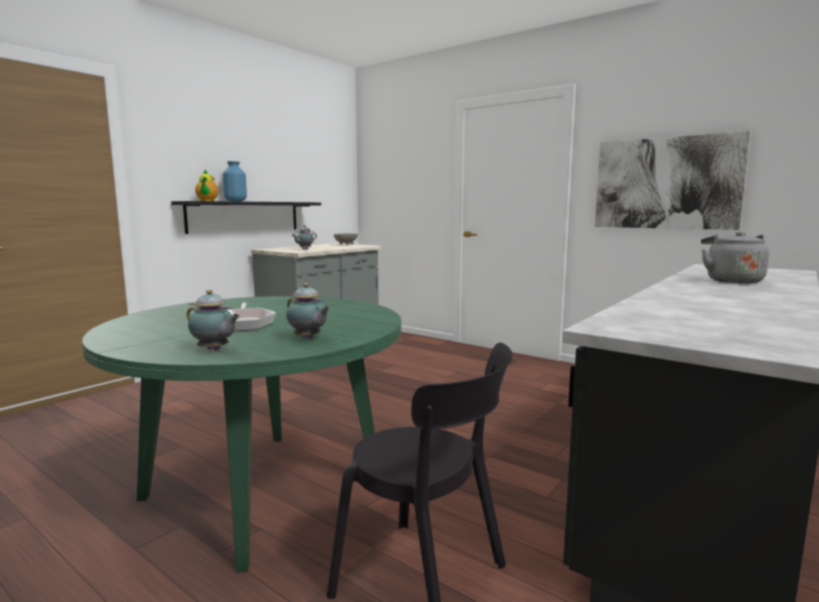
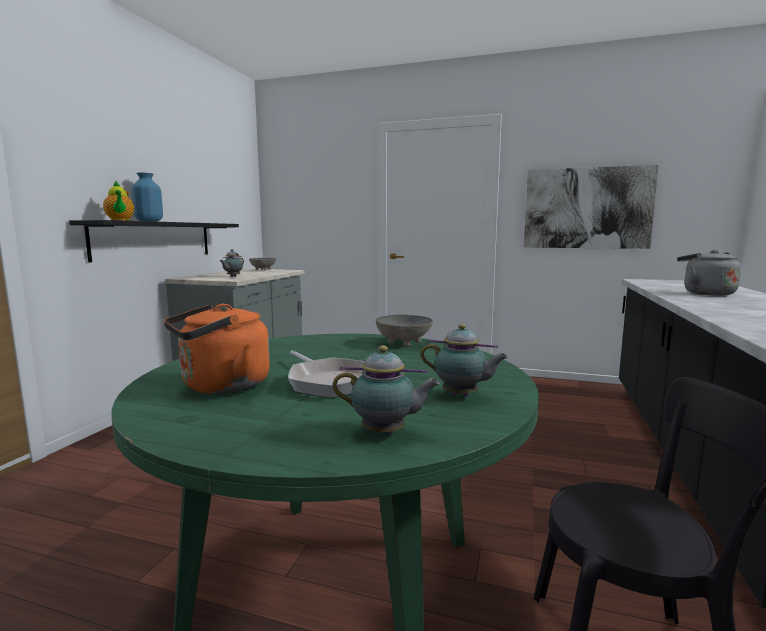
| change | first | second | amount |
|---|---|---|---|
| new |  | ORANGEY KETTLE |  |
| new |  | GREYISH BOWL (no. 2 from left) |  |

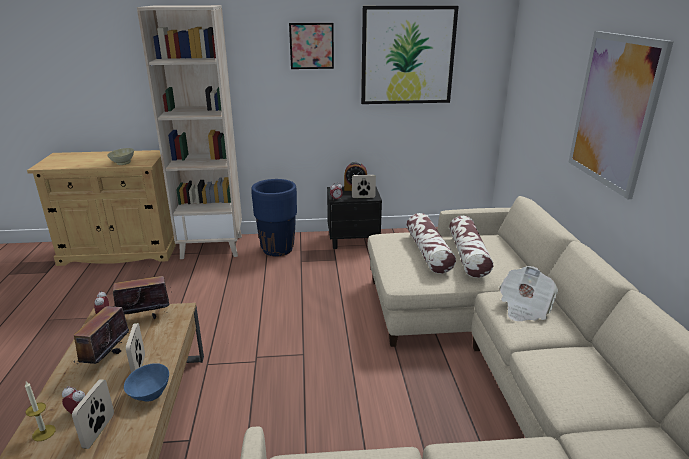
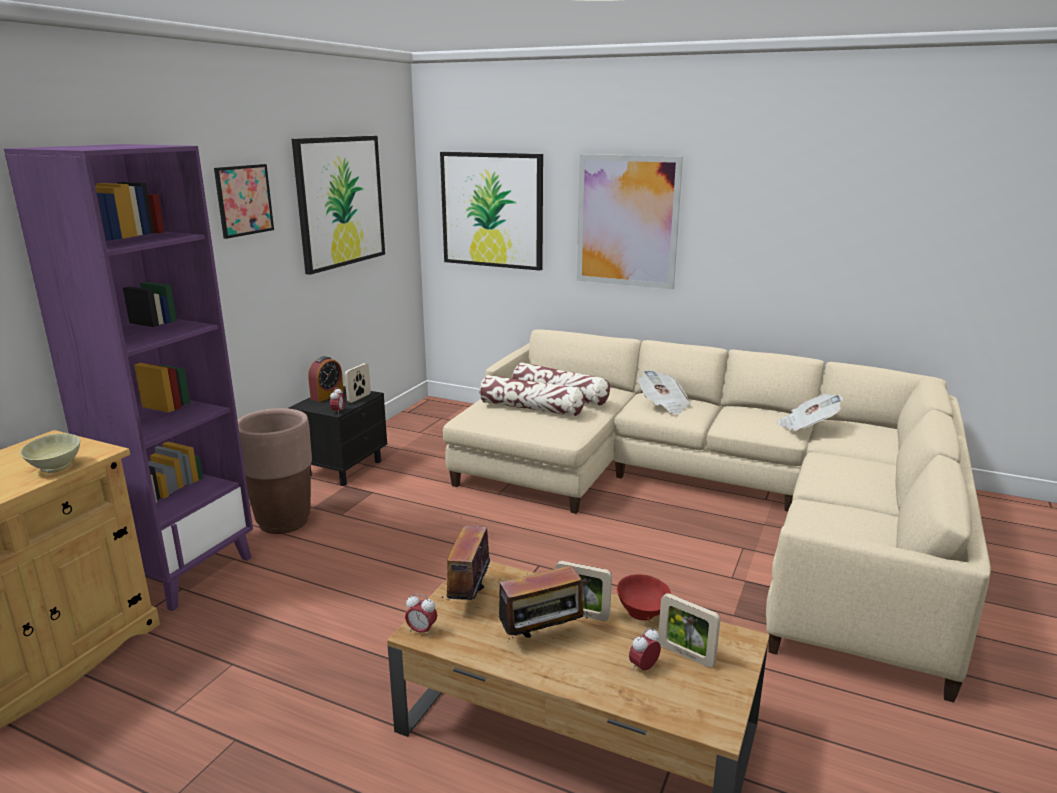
| change | first | second | amount |
|---|---|---|---|
| gone | WAX CANDLE |  |  |
| new |  | WALL PICTURE (no. 3 from left) |  |
| new |  | NEWSPAPER (no. 2 from left) |  |
| repainted | BLUE-COLOURED BOWL | RED BOWL |  |
| repainted | BEIGE-COLOURED BOOKSHELF | PURPLE BOOKSHELF |  |
| repainted | BLUE-COLOURED PLANTER | BROWNISH PLANTER |  |
| rotated | RADIO (no. 1 from left in the first image) | RADIO (no. 2 from left) | 60 degrees counterclockwise |

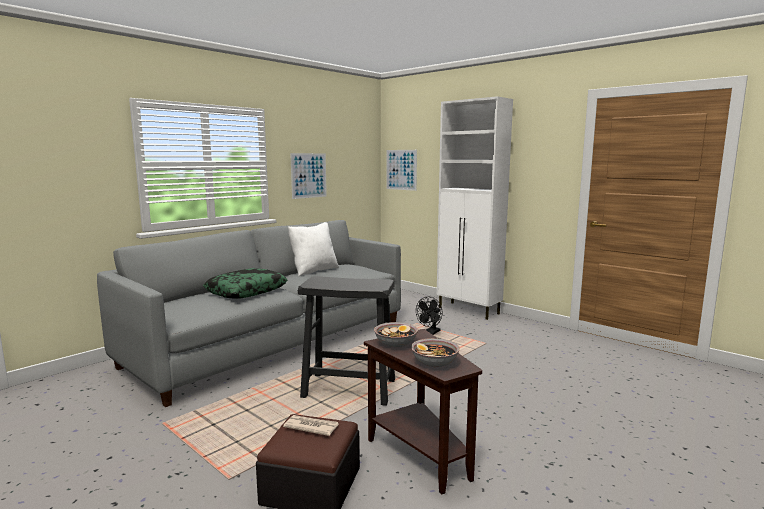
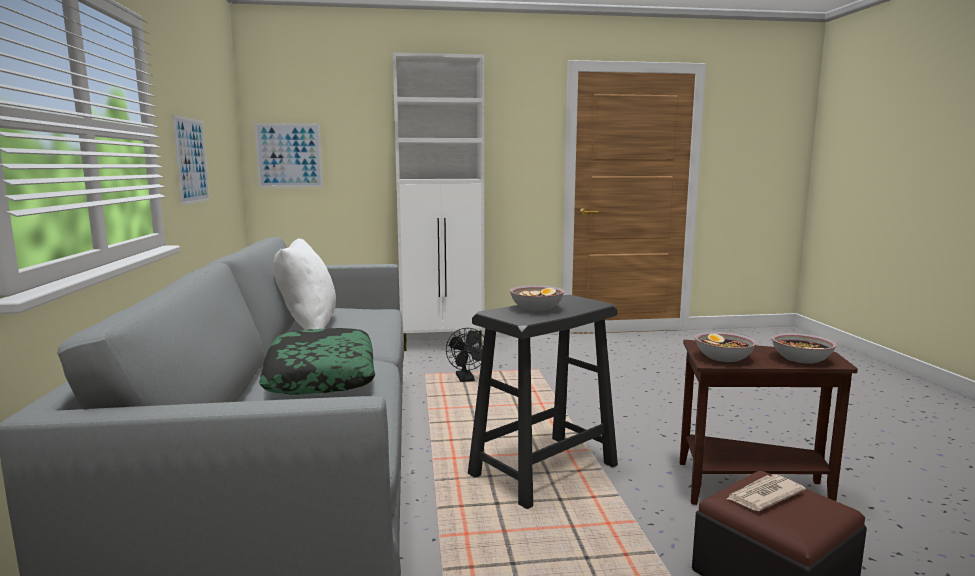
| change | first | second | amount |
|---|---|---|---|
| new |  | BOWL (no. 1 from left) |  |

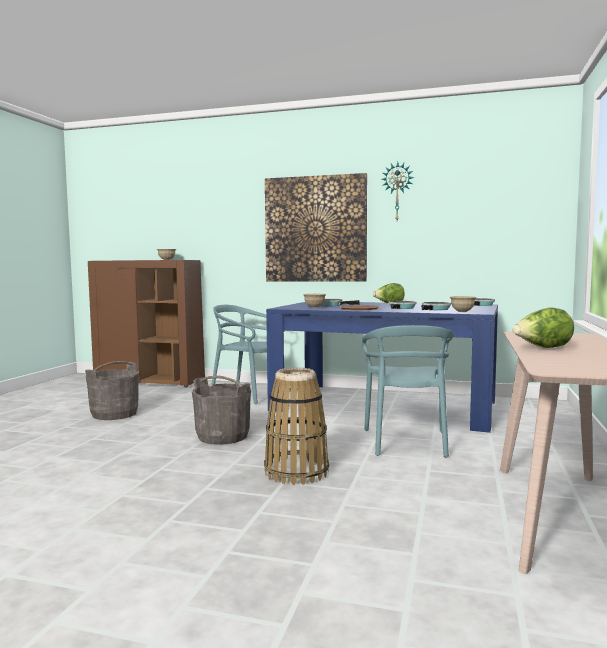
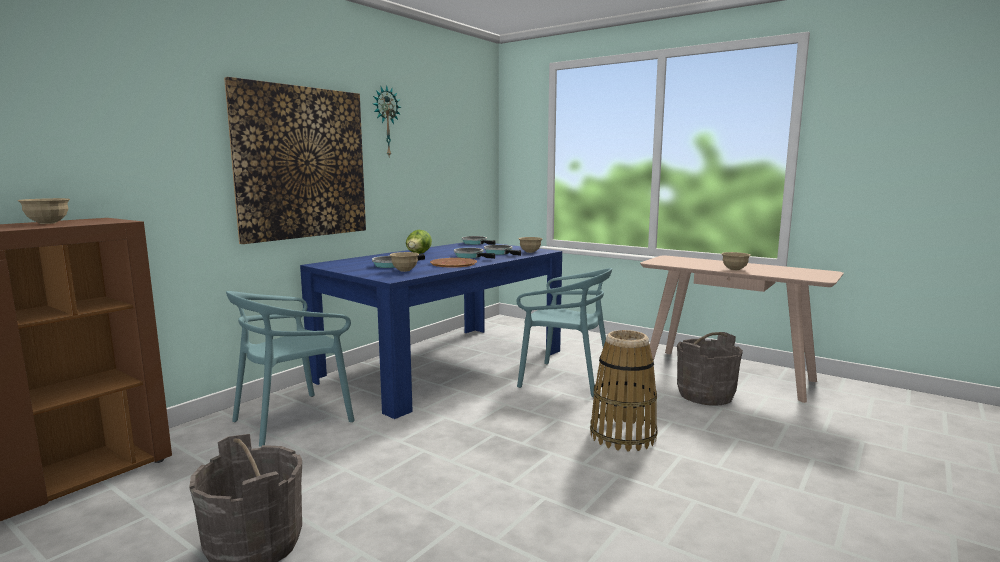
| change | first | second | amount |
|---|---|---|---|
| shifted | GREYISH WATER BUCKET (no. 2 from left) |  |  |
| swapped | LETTUCE (no. 2 from left) | BEIGE-COLOURED BOWL (no. 4 from left) |  |

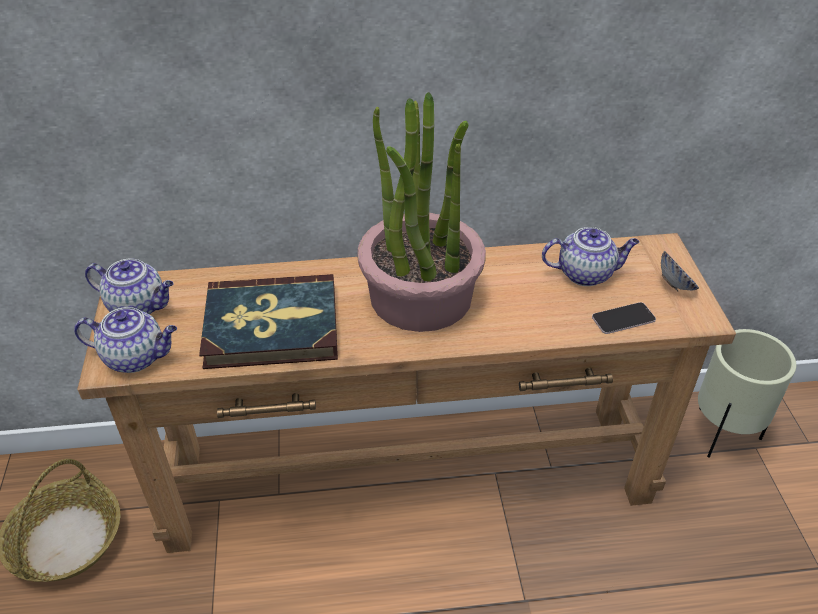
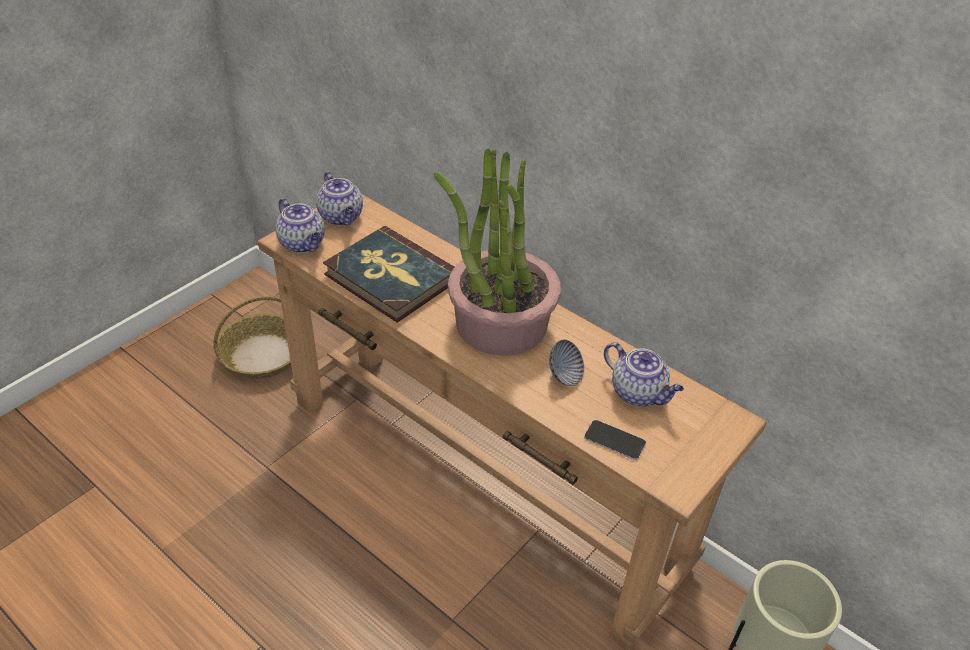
| change | first | second | amount |
|---|---|---|---|
| shifted | BOWL |  |  |

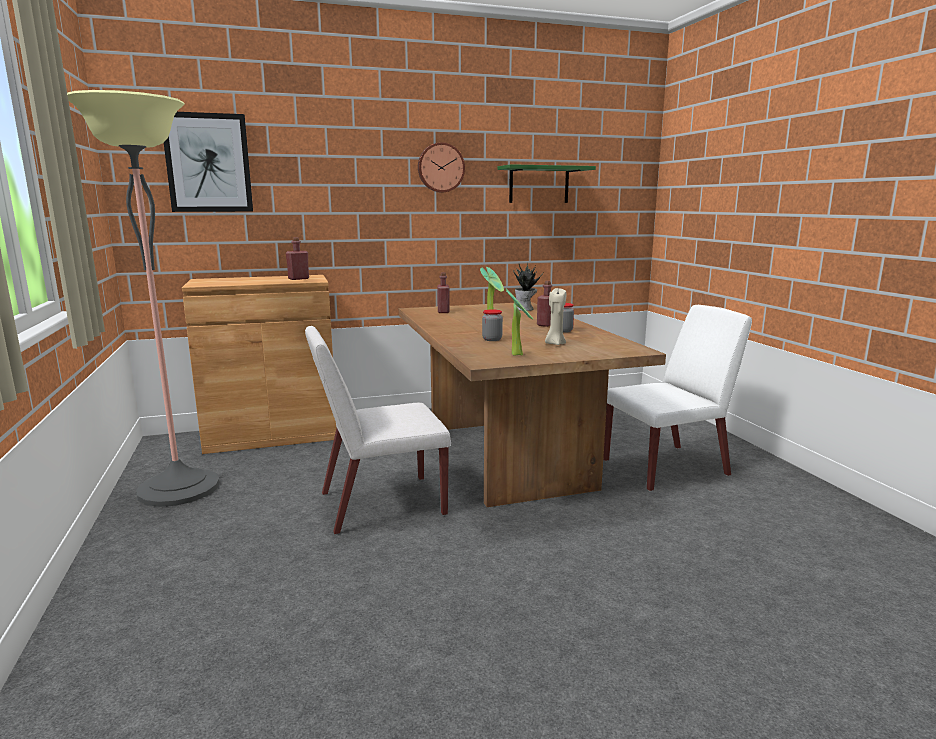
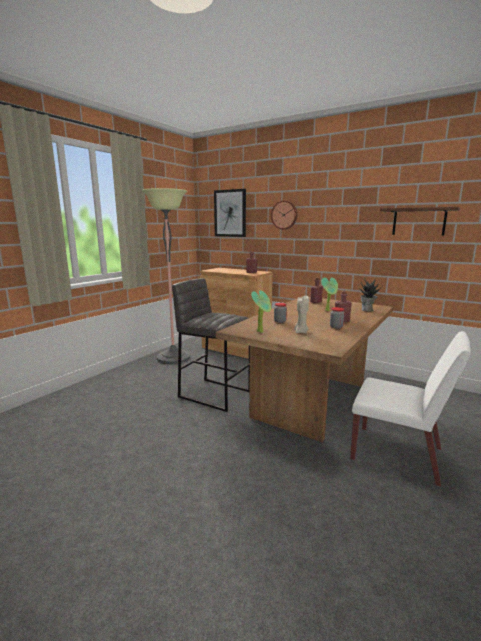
| change | first | second | amount |
|---|---|---|---|
| shifted | HANGING CLOCK |  |  |
| swapped | WHITE-COLOURED PLAIN CHAIR (no. 1 from left) | GREYISH SITTING STOOL |  |
| repainted | GREENISH SHELF | BROWNISH SHELF |  |

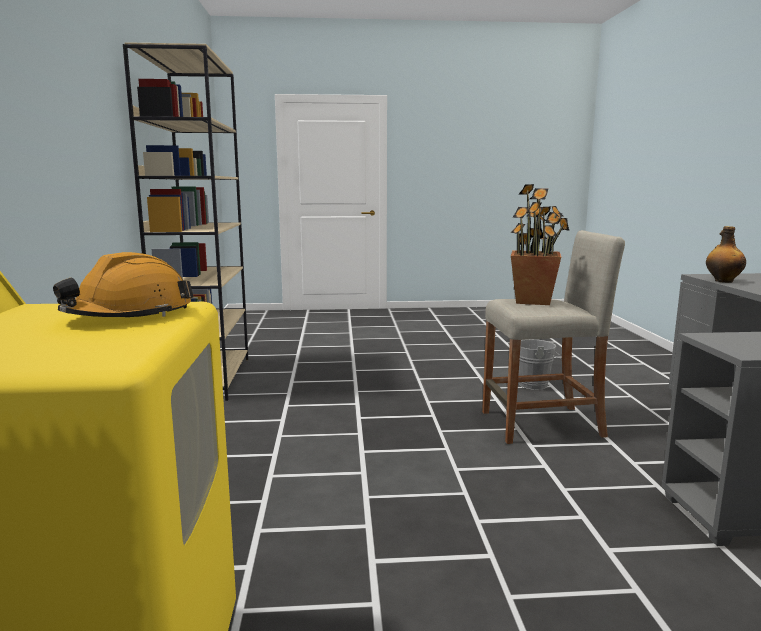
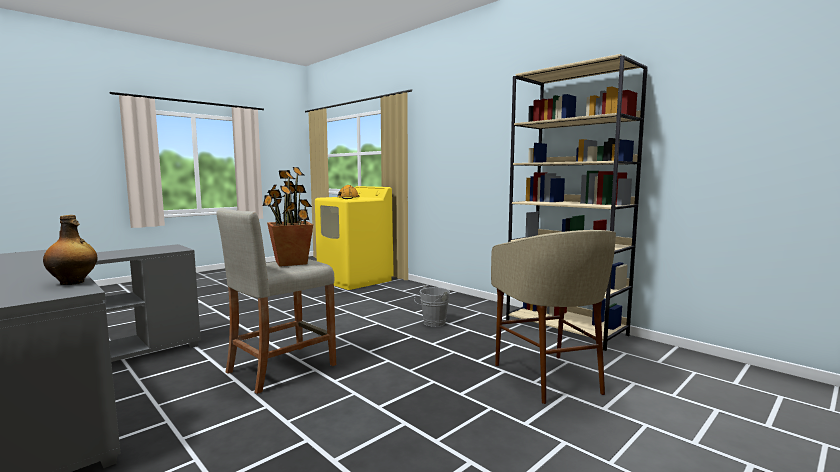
| change | first | second | amount |
|---|---|---|---|
| new |  | BEIGE-COLOURED SITTING STOOL (no. 2 from left) |  |
| shifted | GREYISH WATER BUCKET |  |  |

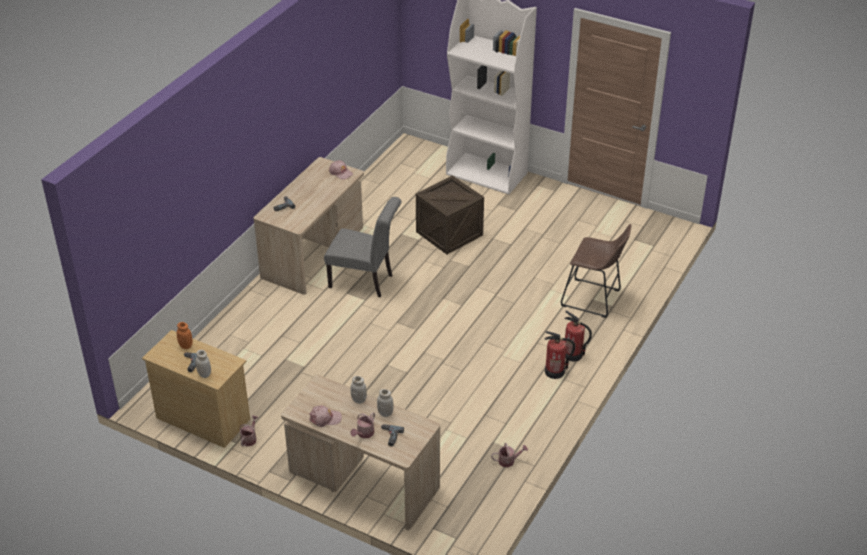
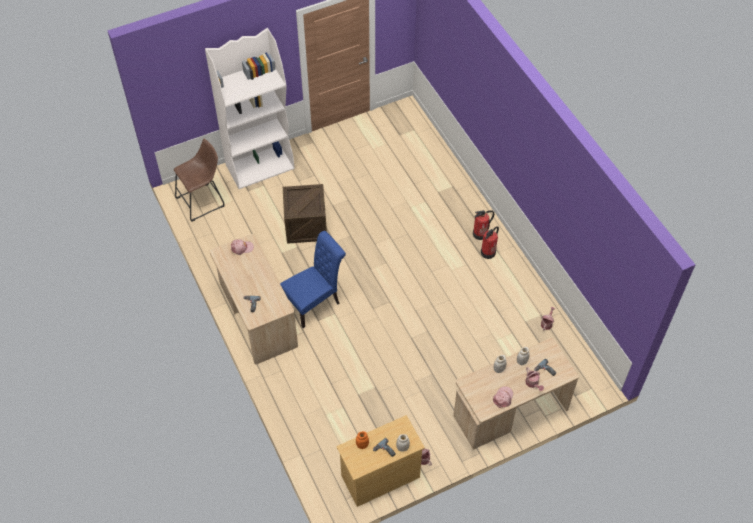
| change | first | second | amount |
|---|---|---|---|
| shifted | BROWNISH SITTING STOOL |  |  |
| repainted | GREYISH PLAIN CHAIR | BLUE-COLOURED PLAIN CHAIR |  |

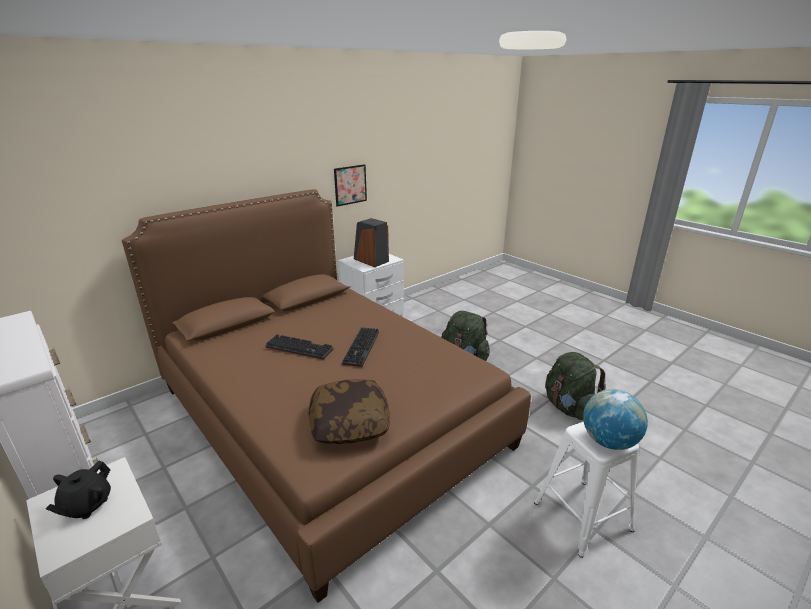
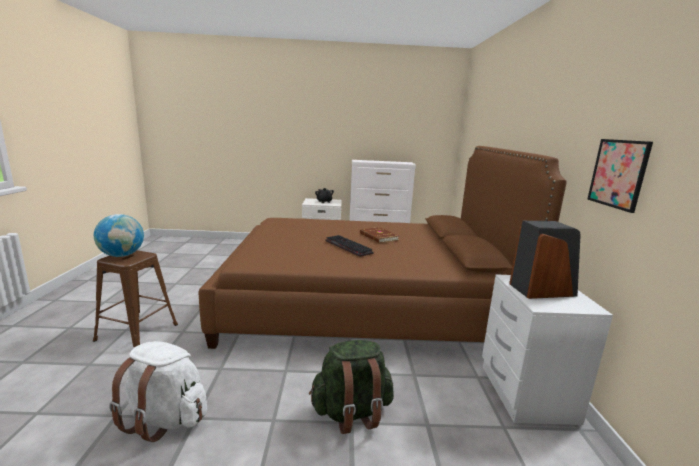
| change | first | second | amount |
|---|---|---|---|
| gone | THROW PILLOW |  |  |
| swapped | KEYBOARD (no. 1 from left) | BROWNISH VOLUME |  |
| repainted | WHITE-COLOURED SITTING STOOL | BROWNISH SITTING STOOL |  |
| repainted | GREENISH BACKPACK (no. 2 from left) | WHITE-COLOURED BACKPACK |  |

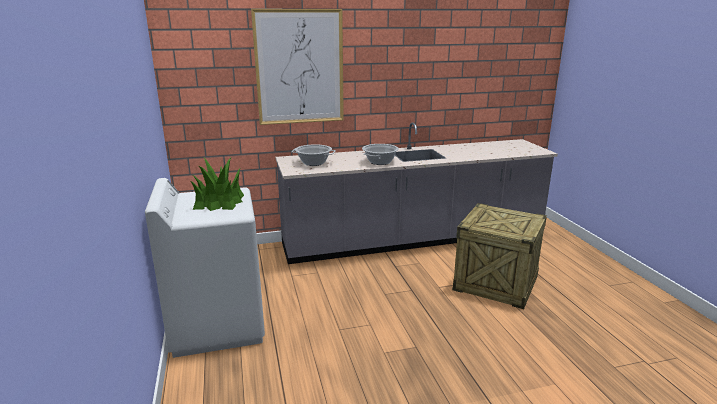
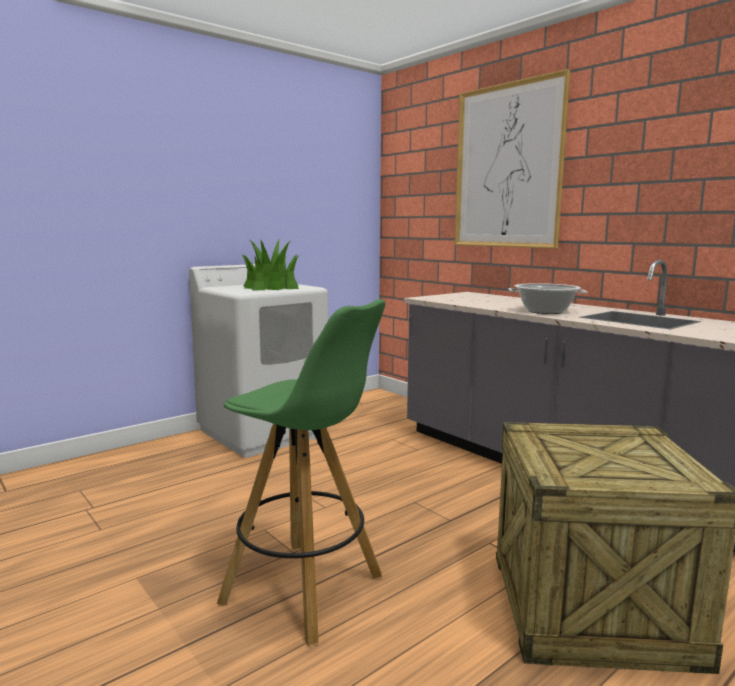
| change | first | second | amount |
|---|---|---|---|
| gone | COOKING POT (no. 1 from left) |  |  |
| new |  | GREENISH SITTING STOOL |  |

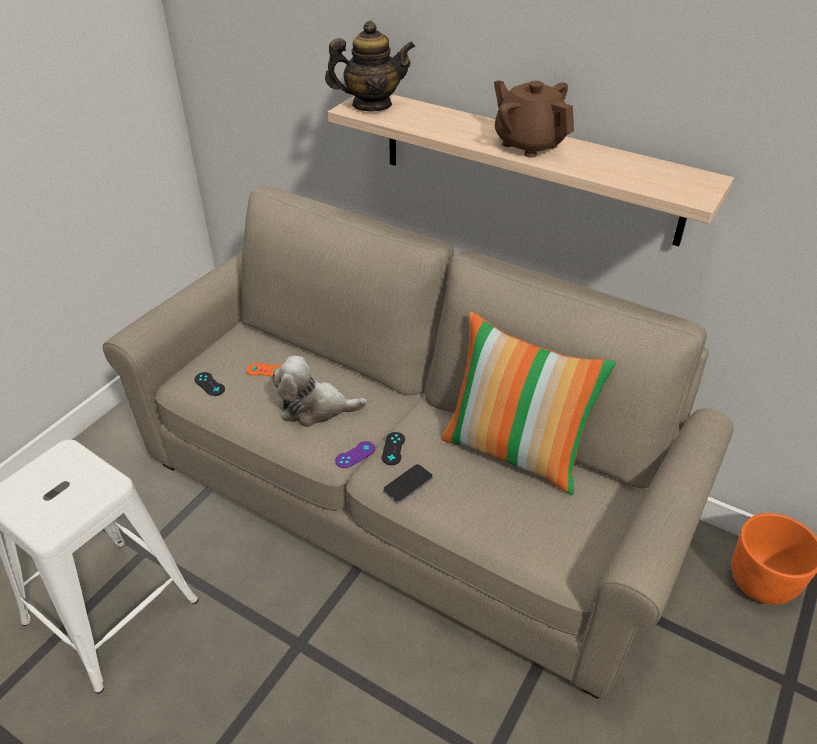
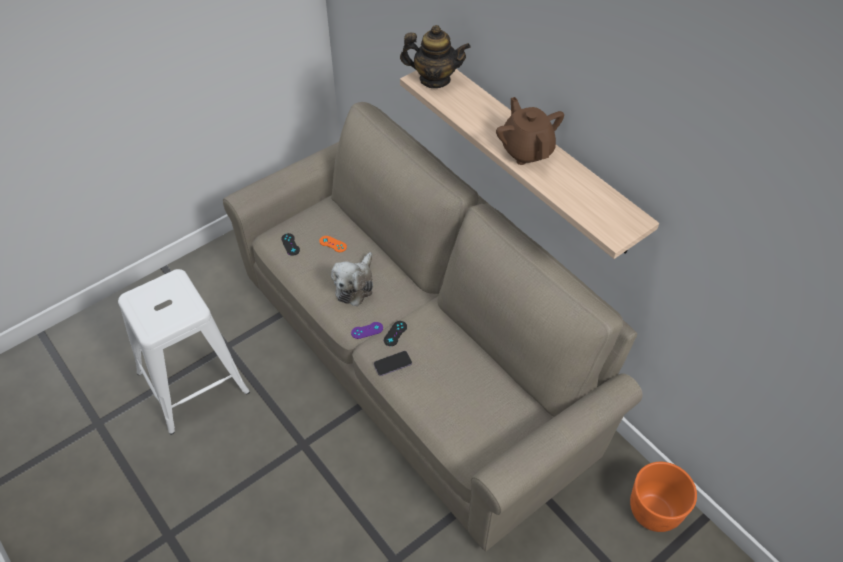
| change | first | second | amount |
|---|---|---|---|
| gone | THROW PILLOW |  |  |
| rotated | CUDDLY TOY |  | 90 degrees counterclockwise |

